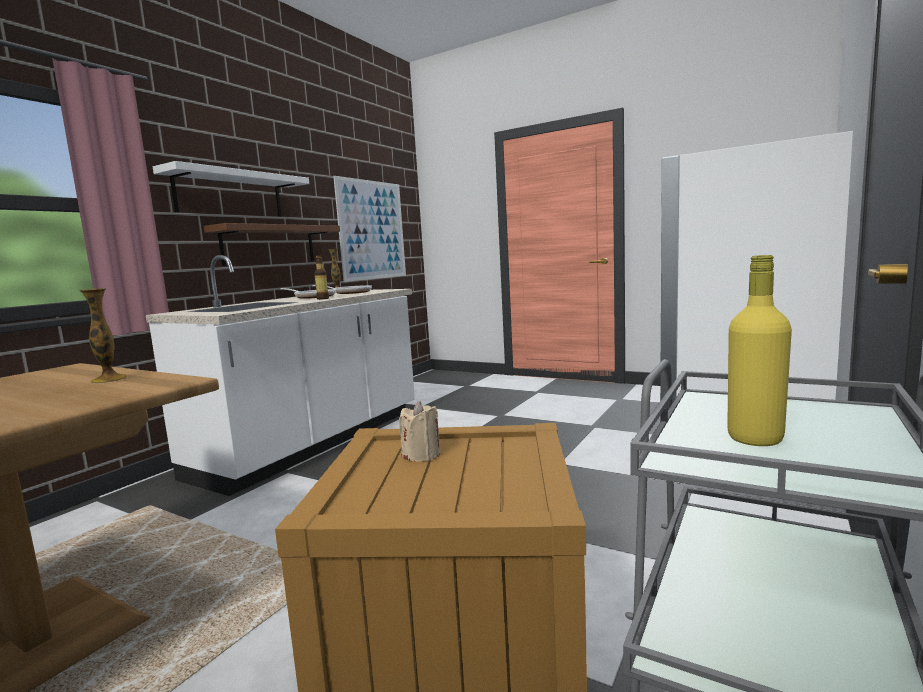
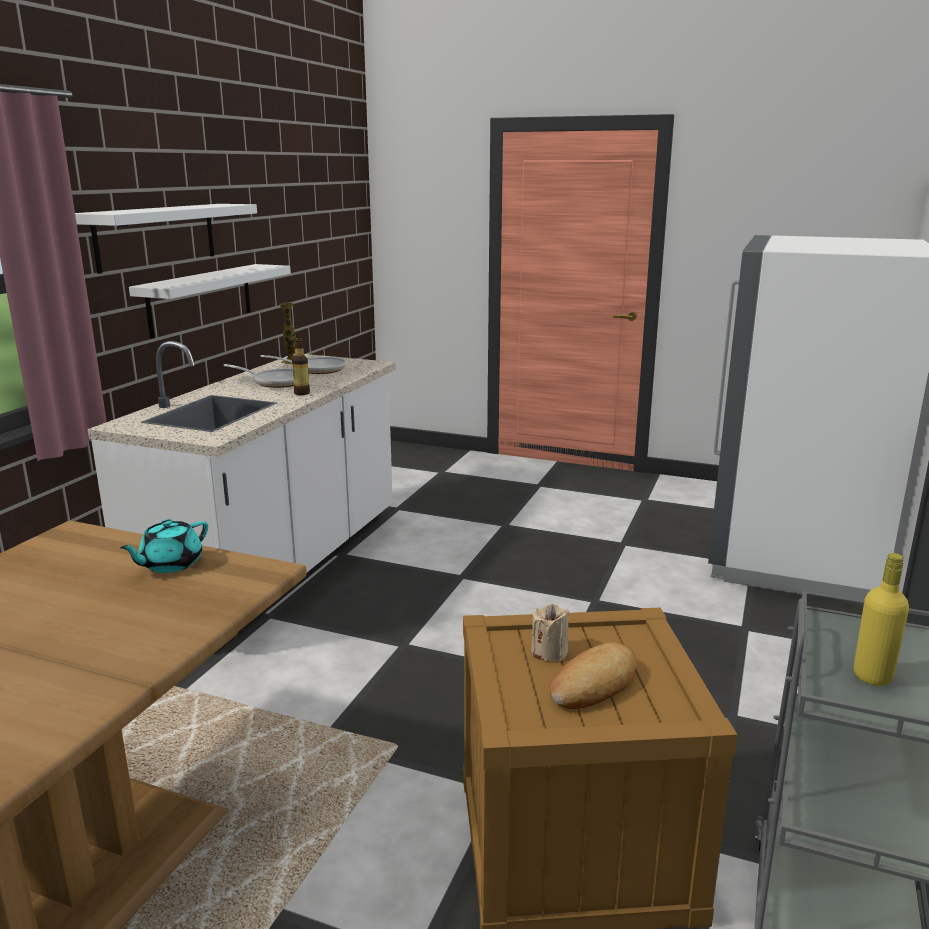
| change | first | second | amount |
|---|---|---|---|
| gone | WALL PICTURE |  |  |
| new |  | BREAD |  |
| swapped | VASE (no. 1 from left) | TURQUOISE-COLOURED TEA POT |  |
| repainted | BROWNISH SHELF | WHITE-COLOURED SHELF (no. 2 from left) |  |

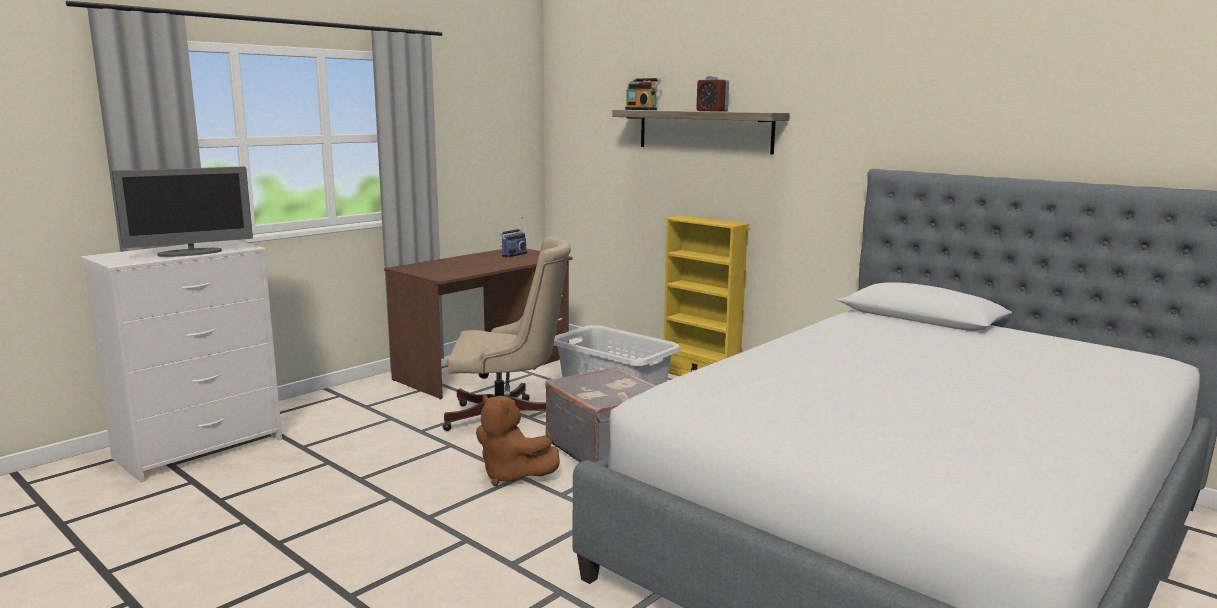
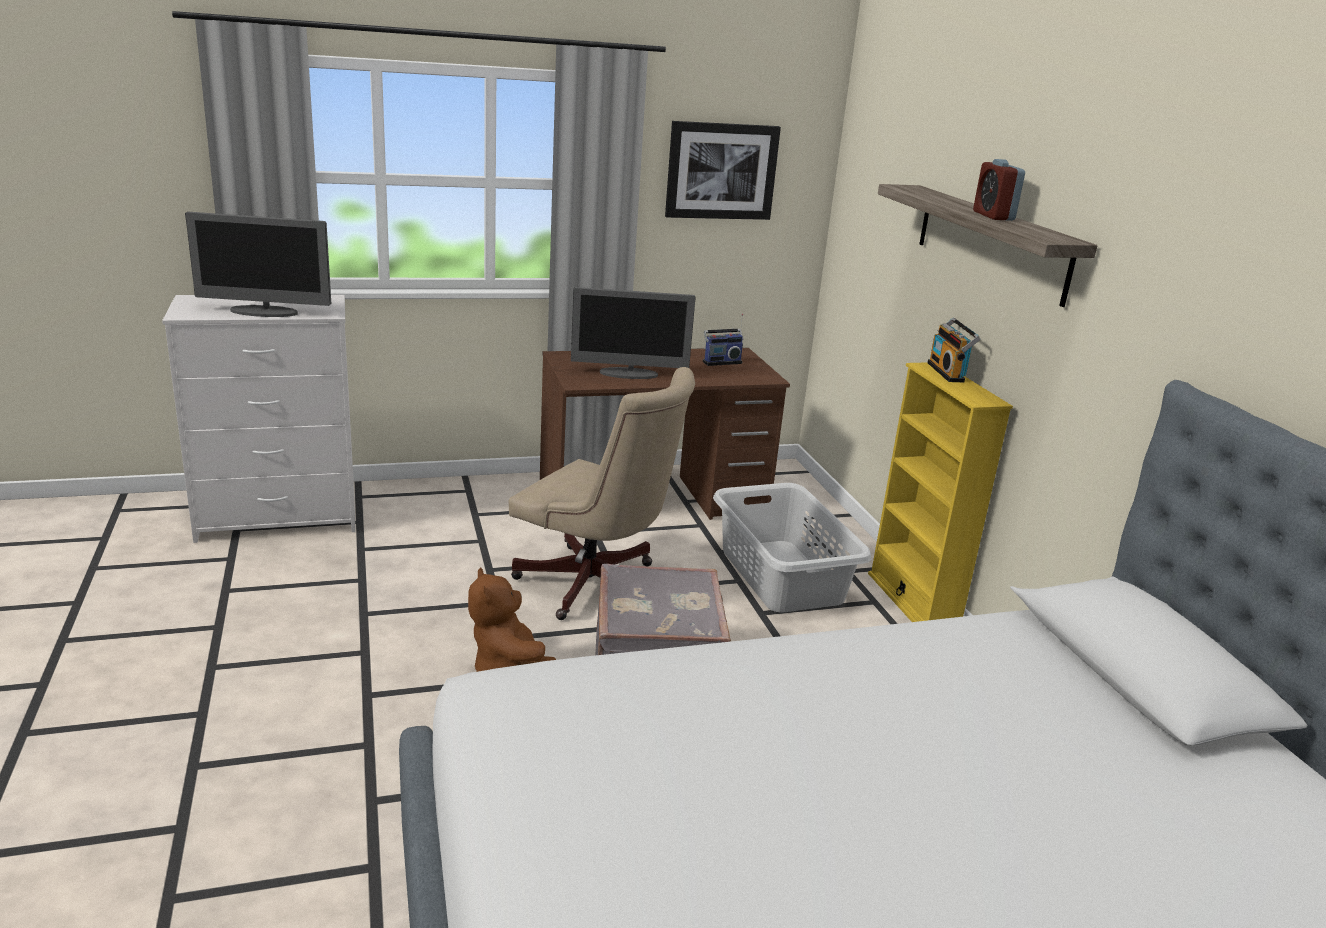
| change | first | second | amount |
|---|---|---|---|
| new |  | MONITOR (no. 2 from left) |  |
| new |  | WALL PICTURE |  |
| shifted | RADIO (no. 2 from left) |  |  |

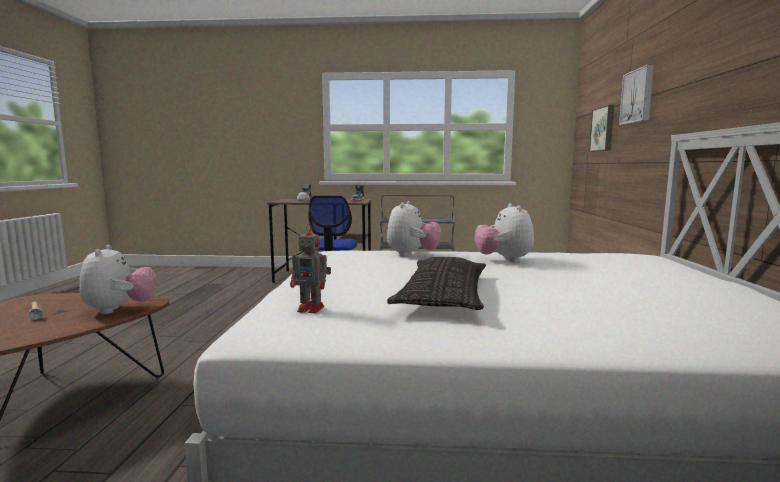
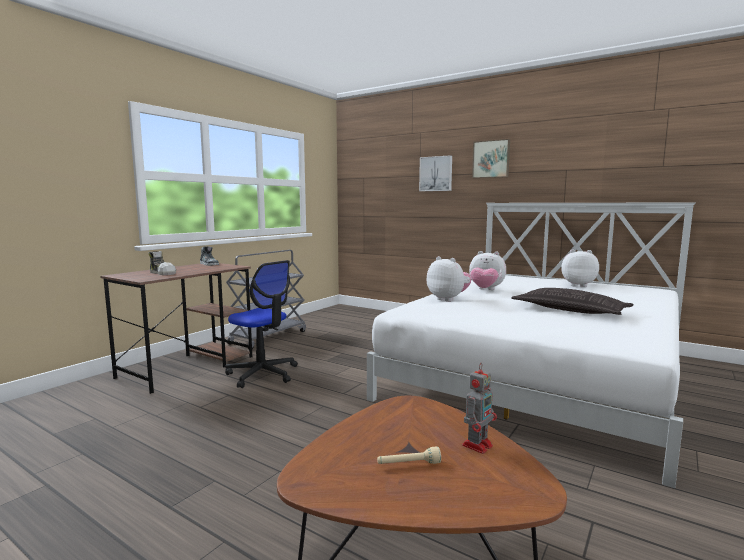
| change | first | second | amount |
|---|---|---|---|
| shifted | CUDDLY TOY (no. 1 from left in the first image) | CUDDLY TOY (no. 3 from left) |  |
| shifted | TOY ROBOT |  |  |
| shifted | WALL PICTURE (no. 1 from left in the first image) | WALL PICTURE (no. 2 from left) |  |

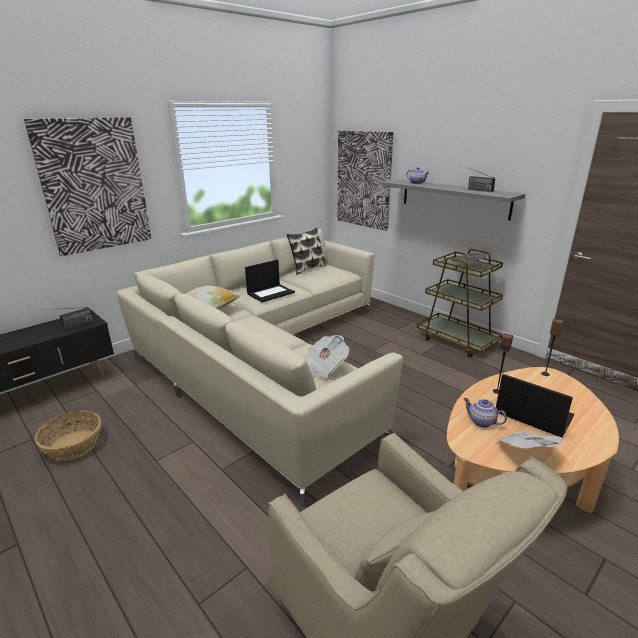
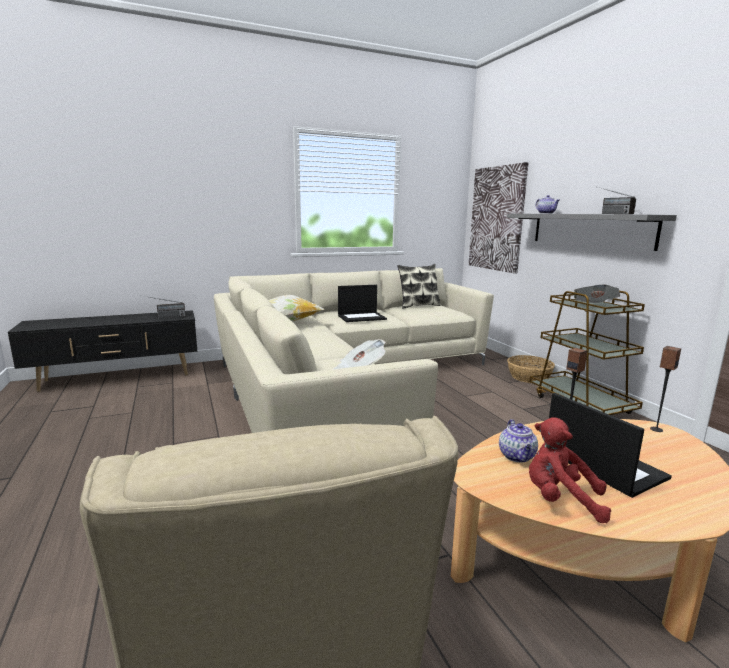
| change | first | second | amount |
|---|---|---|---|
| gone | WALL PICTURE (no. 1 from left) |  |  |
| shifted | BASKET |  |  |
| swapped | NEWSPAPER (no. 3 from left) | RED CUDDLY TOY |  |
| rotated | TEA POT (no. 2 from left in the first image) | TEA POT (no. 1 from left) | 150 degrees counterclockwise |

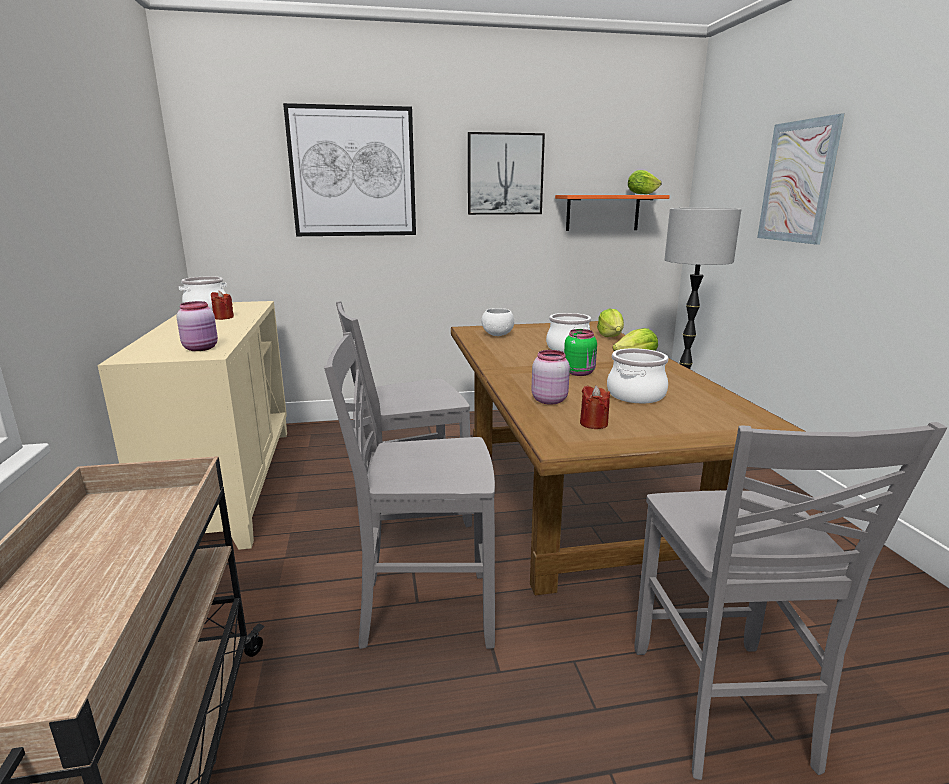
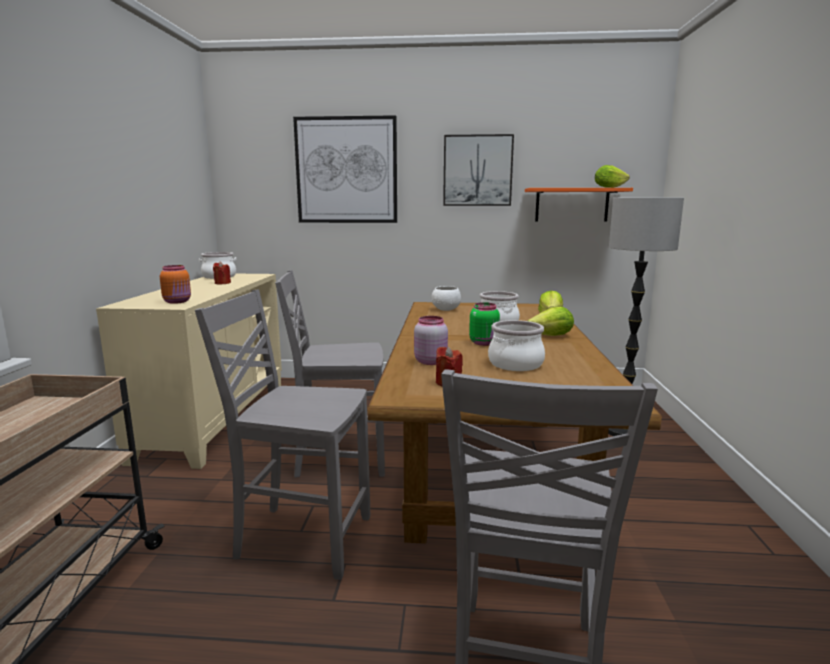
| change | first | second | amount |
|---|---|---|---|
| gone | WALL PICTURE (no. 3 from left) |  |  |
| repainted | PINKISH PRESERVE JAR (no. 1 from left) | ORANGEY PRESERVE JAR |  |

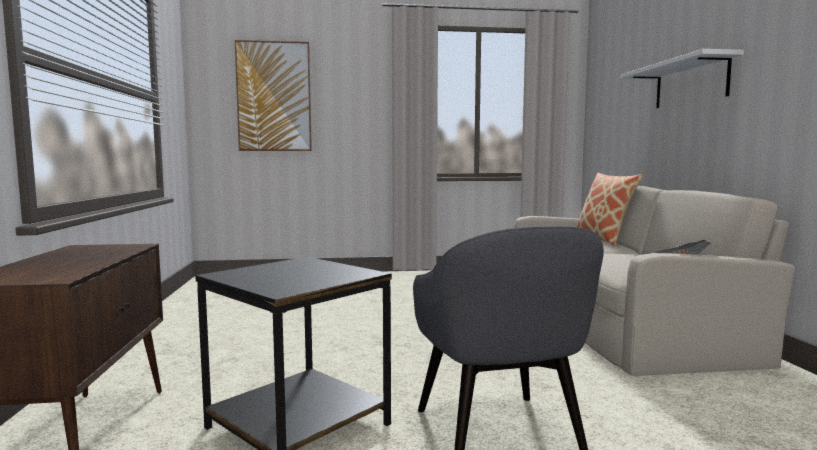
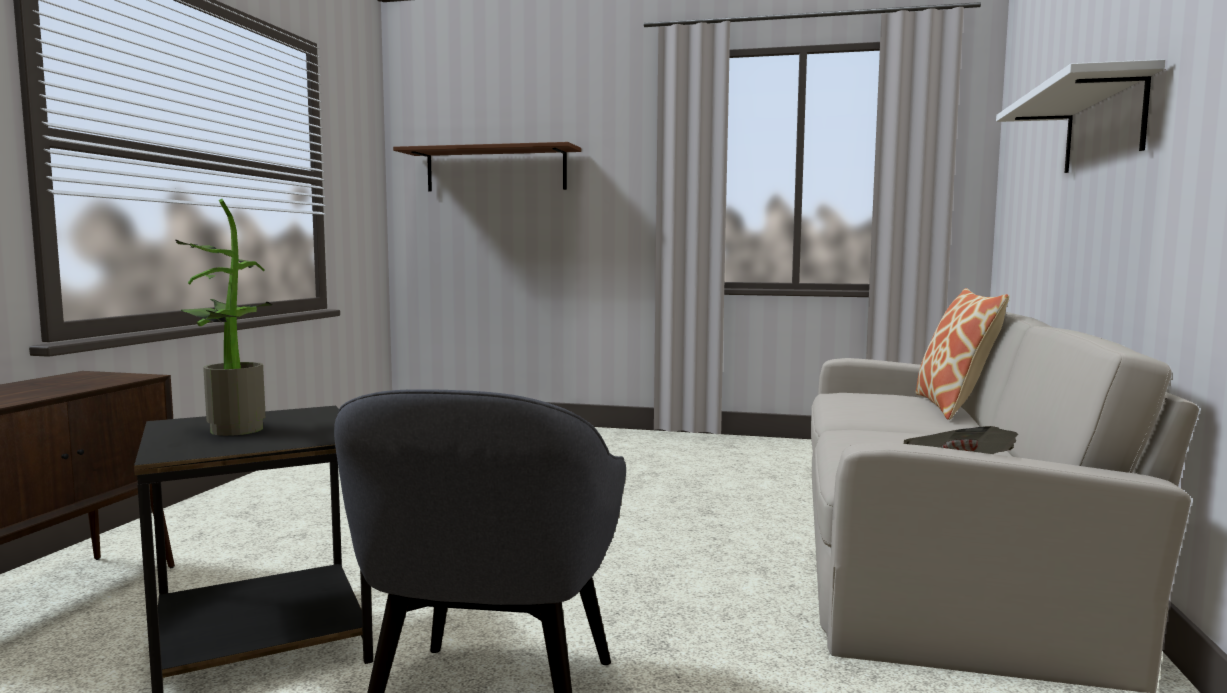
| change | first | second | amount |
|---|---|---|---|
| new |  | POTTED PLANT |  |
| swapped | WALL PICTURE | BROWNISH SHELF |  |

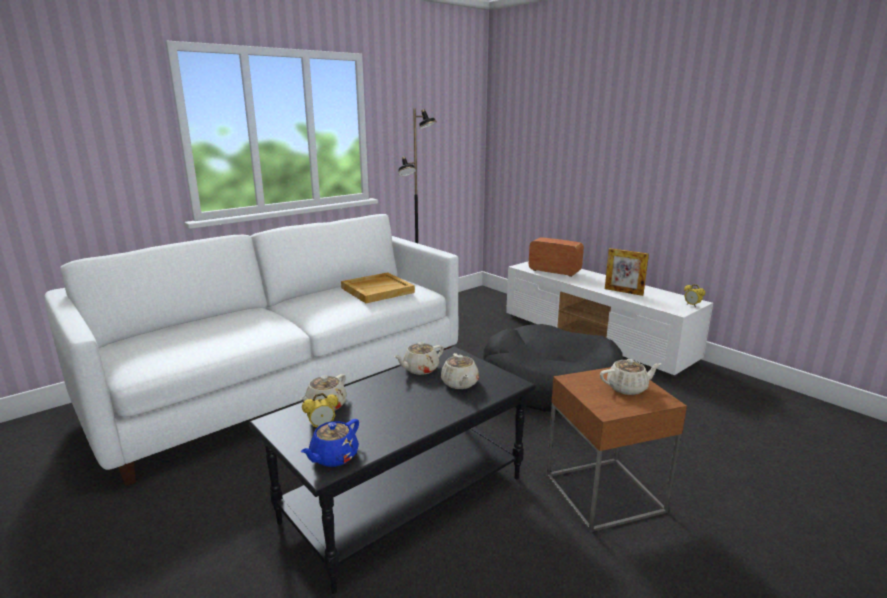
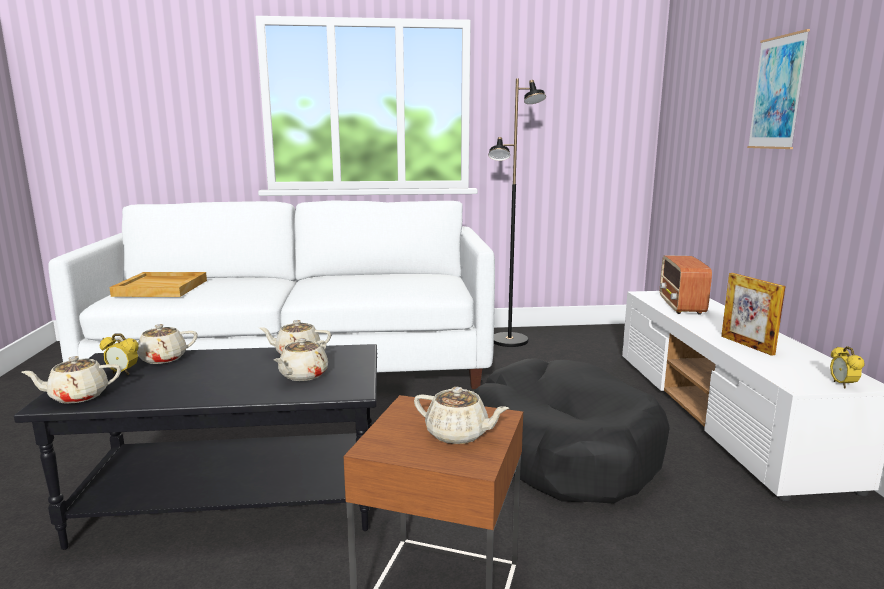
| change | first | second | amount |
|---|---|---|---|
| new |  | WALL PICTURE |  |
| shifted | BEIGE-COLOURED TRAY |  |  |
| repainted | BLUE-COLOURED TEA POT | BEIGE-COLOURED TEA POT (no. 1 from left) |  |
| rotated | RADIO |  | 150 degrees counterclockwise |

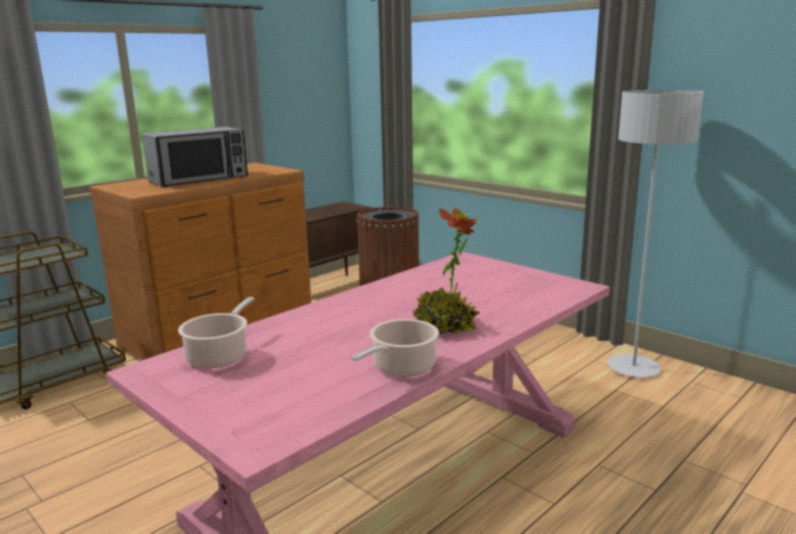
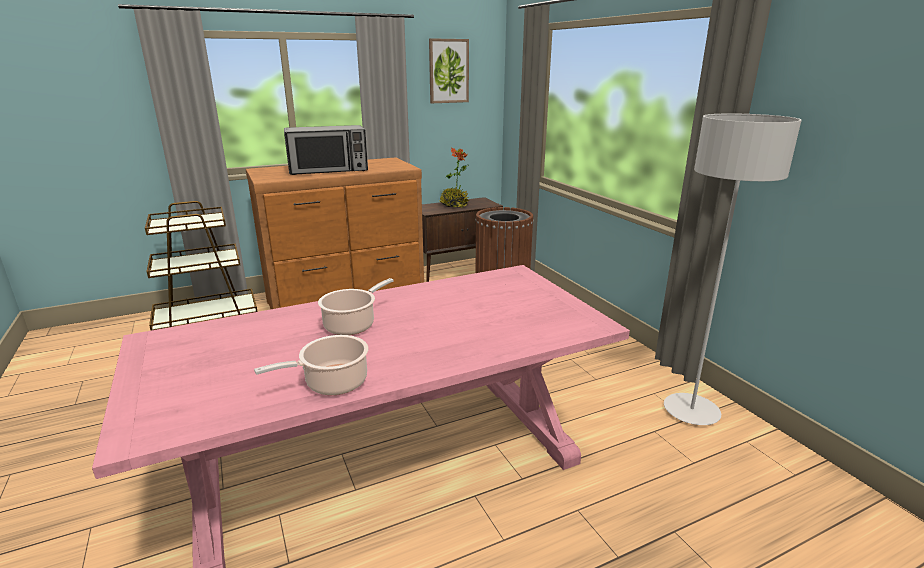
| change | first | second | amount |
|---|---|---|---|
| new |  | WALL PICTURE |  |
| shifted | COOKING POT (no. 1 from left in the first image) | COOKING POT (no. 2 from left) |  |
| shifted | POTTED PLANT |  |  |

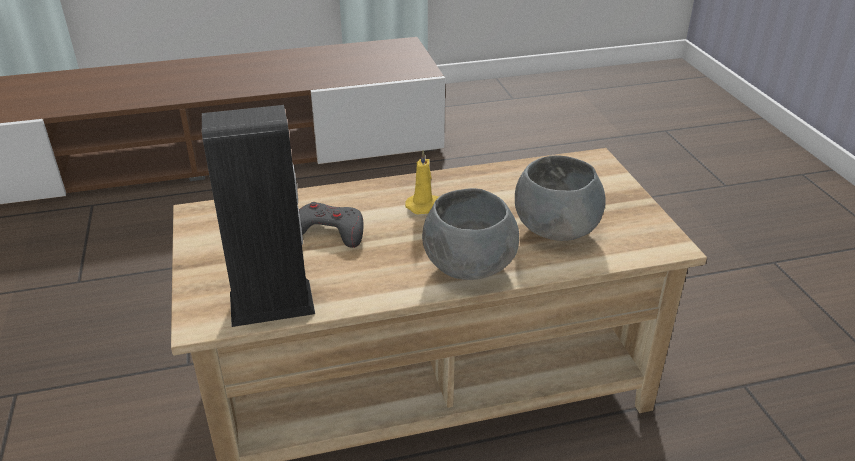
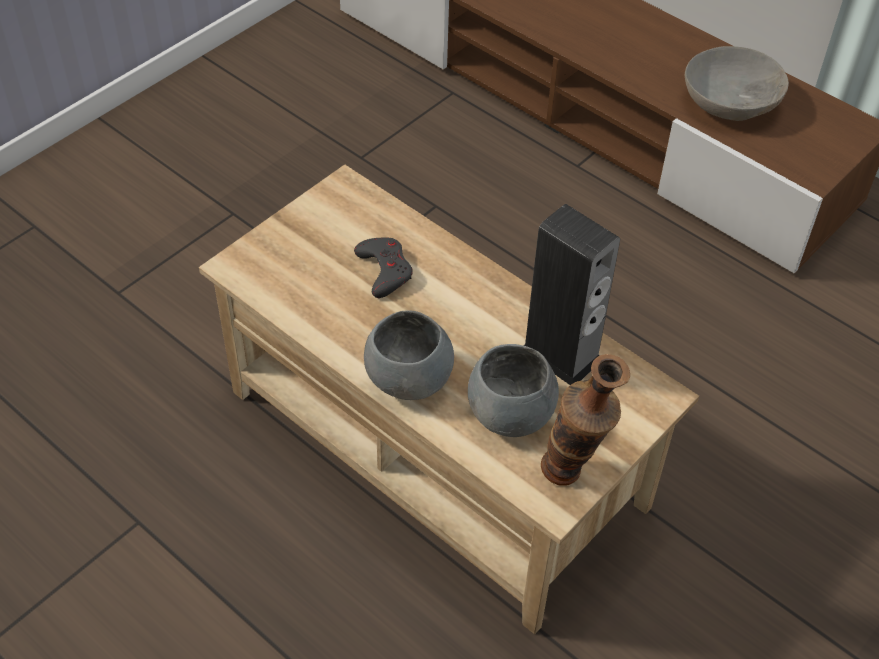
| change | first | second | amount |
|---|---|---|---|
| gone | YELLOWISH WAX CANDLE |  |  |
| new |  | VASE |  |
| new |  | GREYISH BOWL (no. 3 from left) |  |
| shifted | SPEAKER |  |  |

